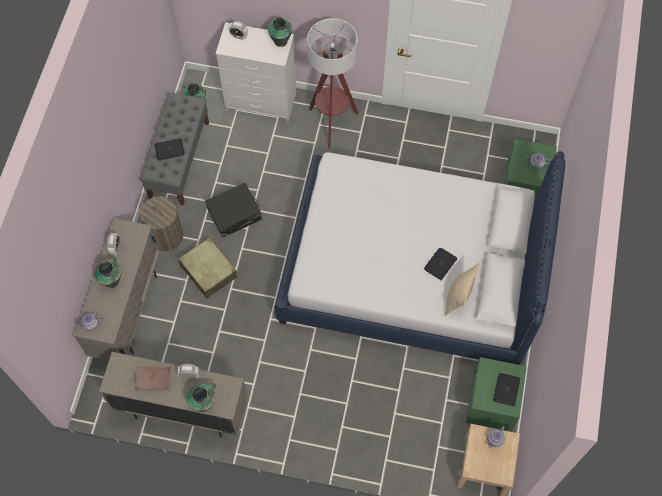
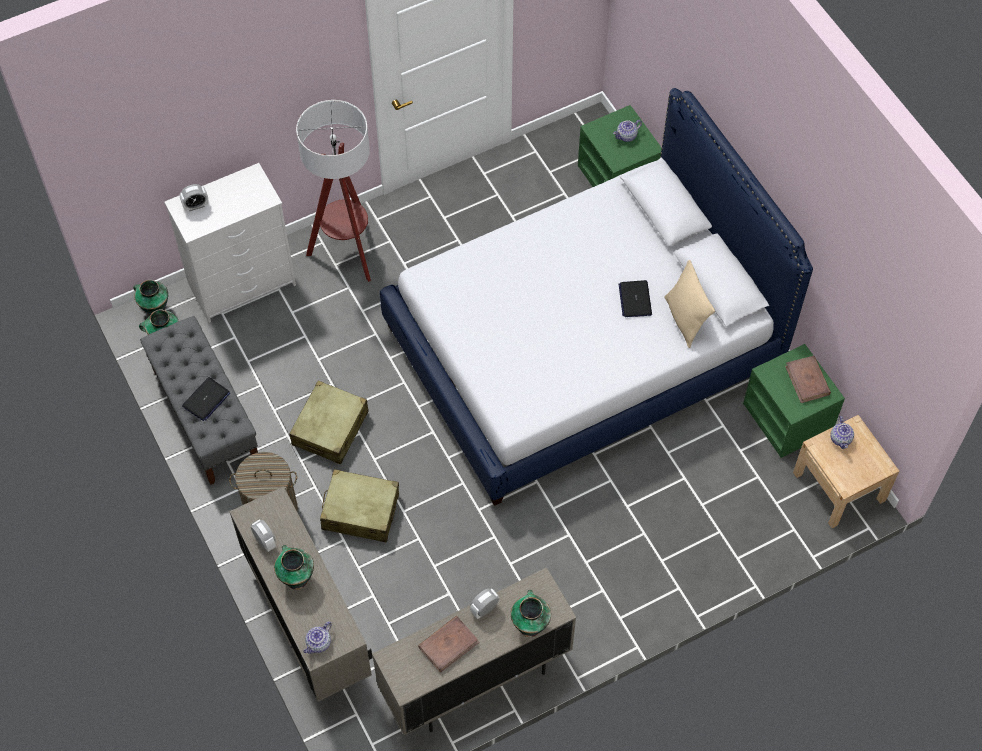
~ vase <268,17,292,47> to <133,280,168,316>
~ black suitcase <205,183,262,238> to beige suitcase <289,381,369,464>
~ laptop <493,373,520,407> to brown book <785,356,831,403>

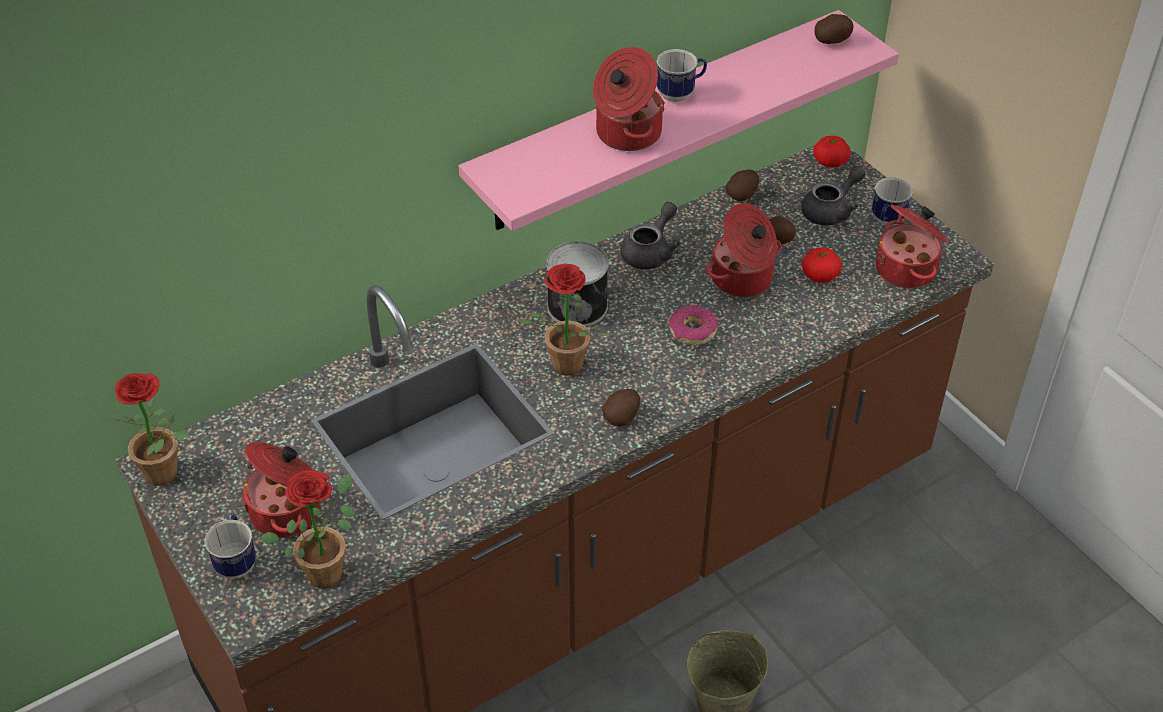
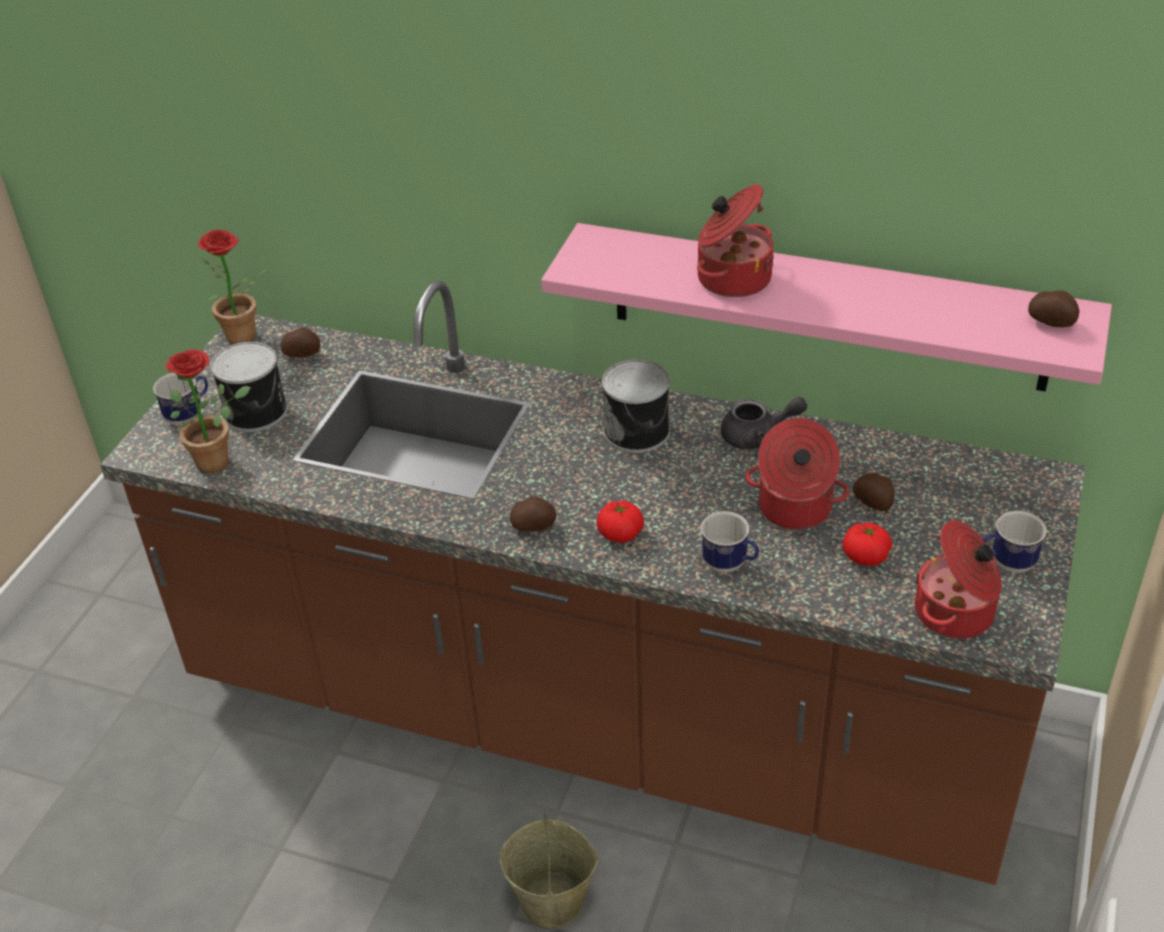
~ mug <657,49,707,102> to <701,511,759,573>
~ tomato <814,136,850,167> to <596,501,644,543>
- grey teapot <801,166,865,226>
~ potato <726,169,759,201> to <280,327,321,357>
- potted plant <518,264,611,376>
- donut <668,305,718,346>
~ cooking pot <241,442,320,538> to can <211,342,288,432>

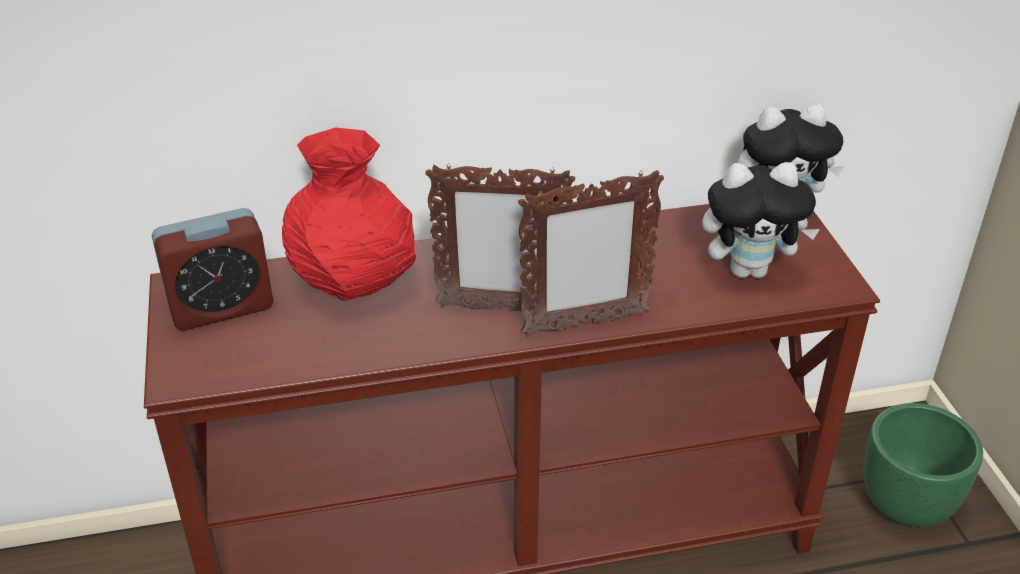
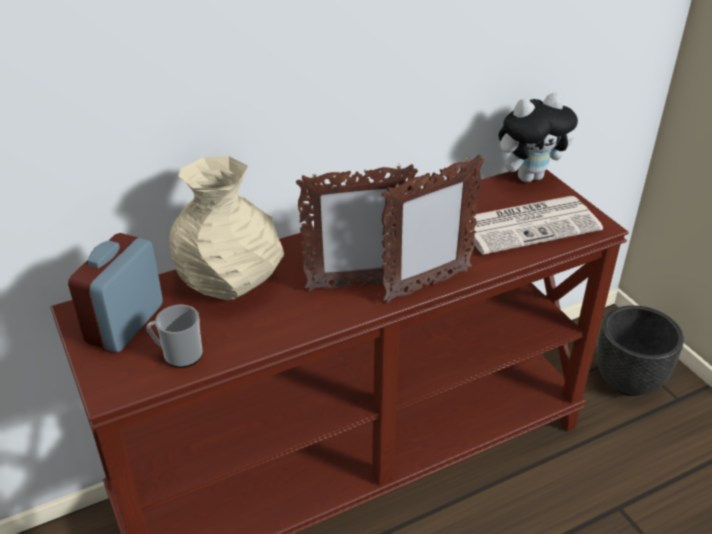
~ red vase <282,128,416,301> to beige vase <169,156,284,300>
~ plush toy <702,162,820,278> to newspaper <470,196,603,255>
~ alarm clock <152,208,273,330> = <68,233,163,352> 150 degrees clockwise
~ green planter <864,403,983,527> to black planter <597,305,684,396>
+ mug <146,305,203,368>

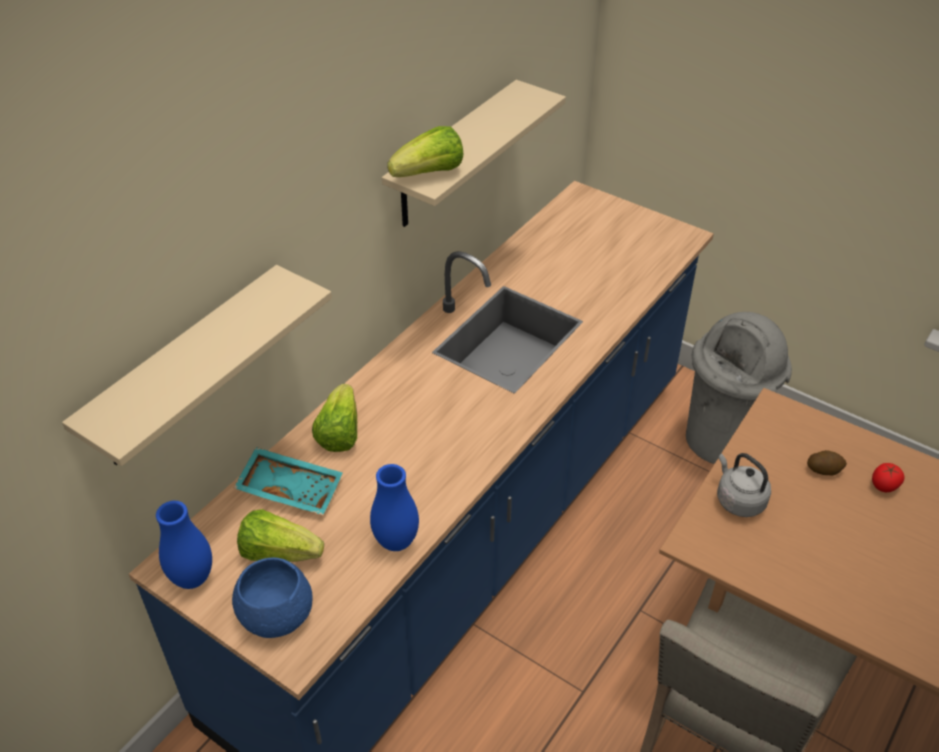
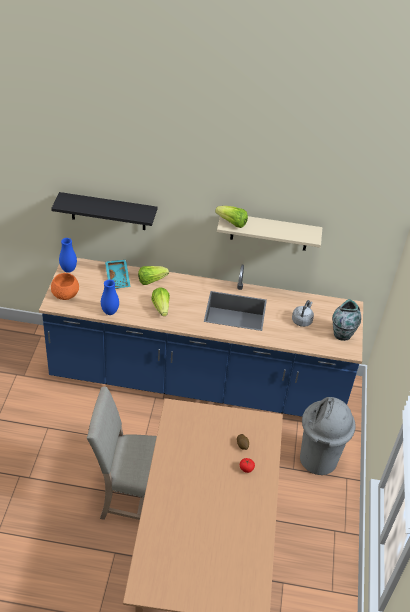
~ beige shelf <62,265,332,466> to black shelf <51,192,157,230>
~ grey kettle <717,453,771,517> to <292,300,314,327>
~ lettuce <237,509,324,562> to <151,287,170,316>
~ blue bowl <232,557,313,638> to orange bowl <51,273,79,300>
+ vase <332,299,361,341>

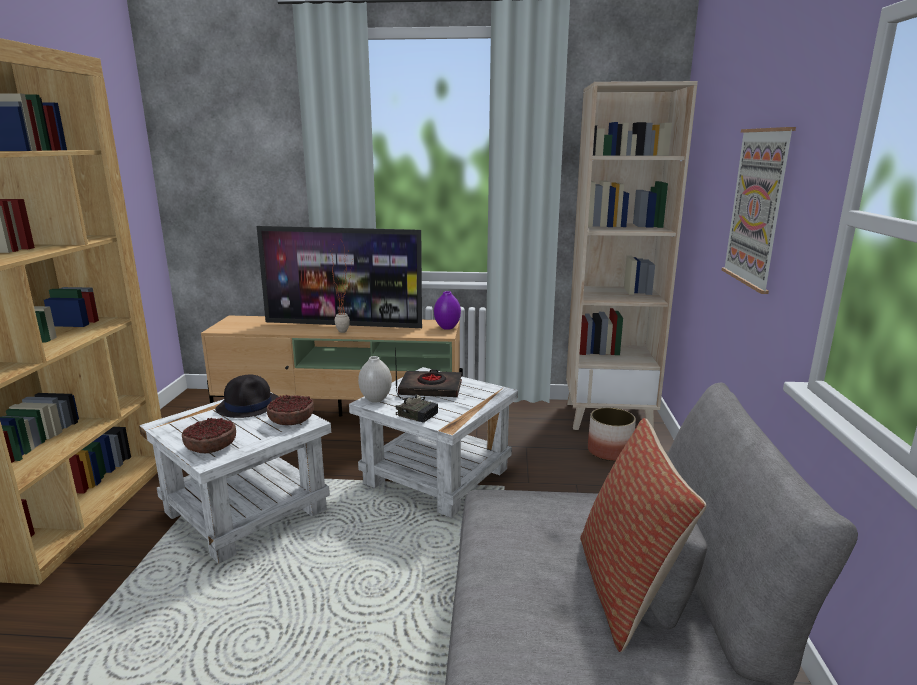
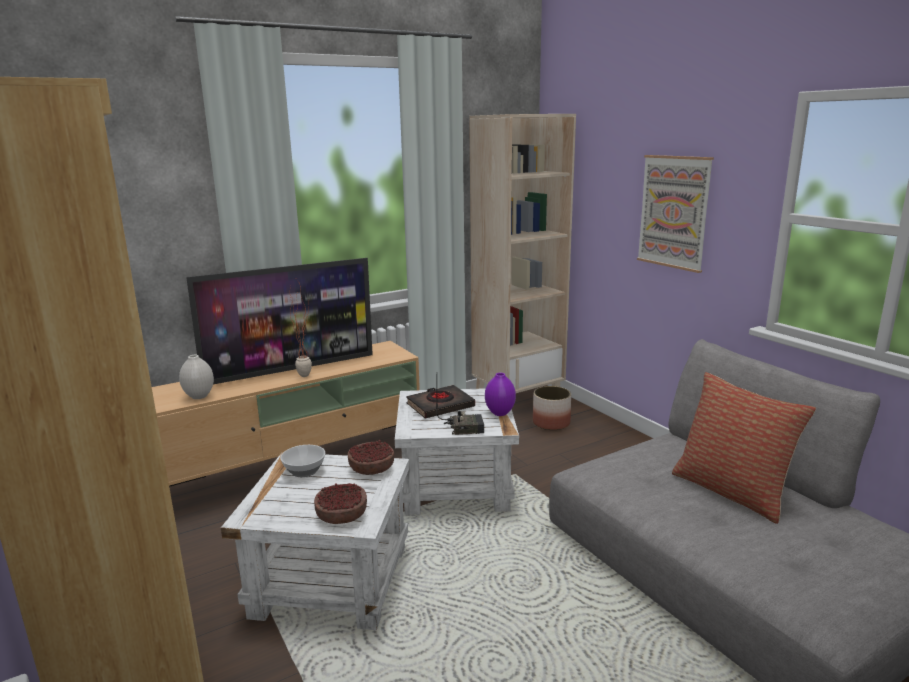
~ purple vase <434,291,461,330> to <485,373,516,416>
~ white vase <358,356,392,403> to <179,355,214,399>
~ black hat <215,375,279,418> to bowl <280,445,325,477>

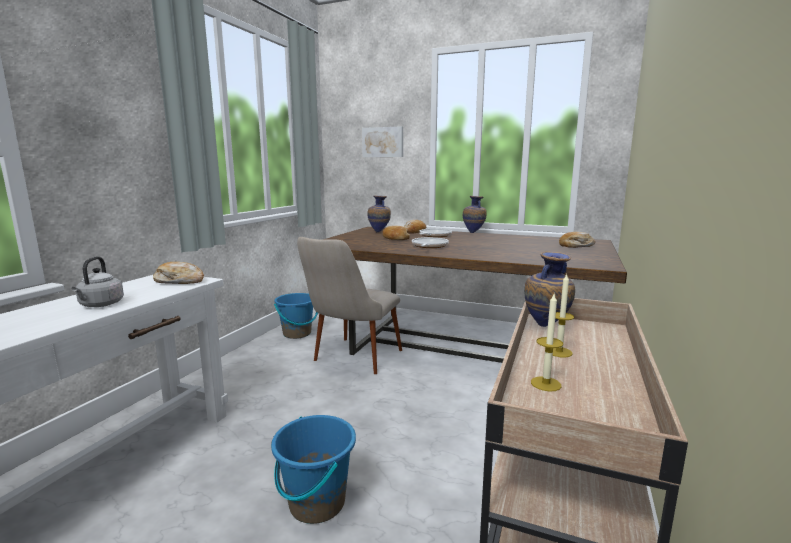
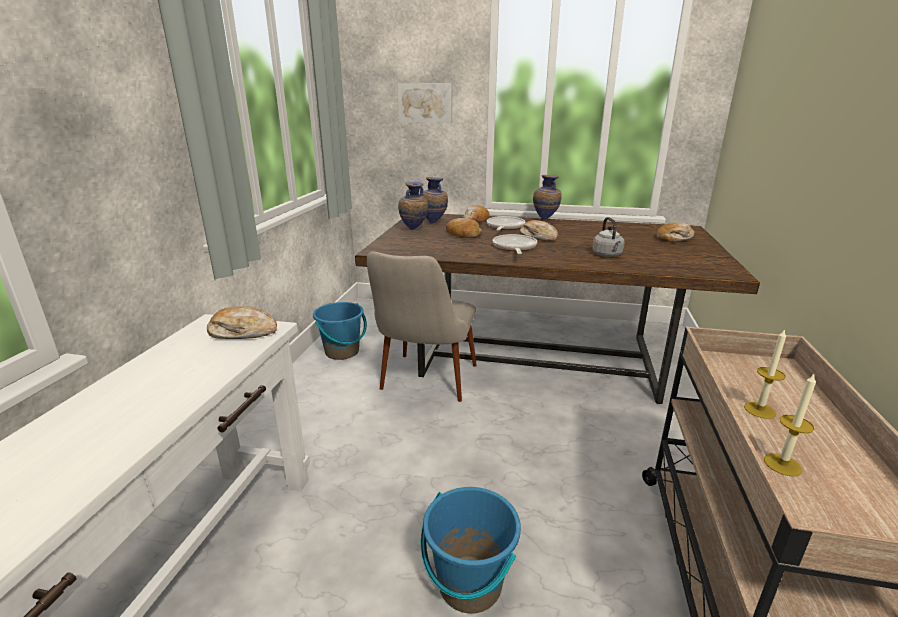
~ vase <524,251,575,327> to <398,181,428,230>
~ grey kettle <71,256,124,307> to <592,217,625,257>
+ bread <520,220,558,241>

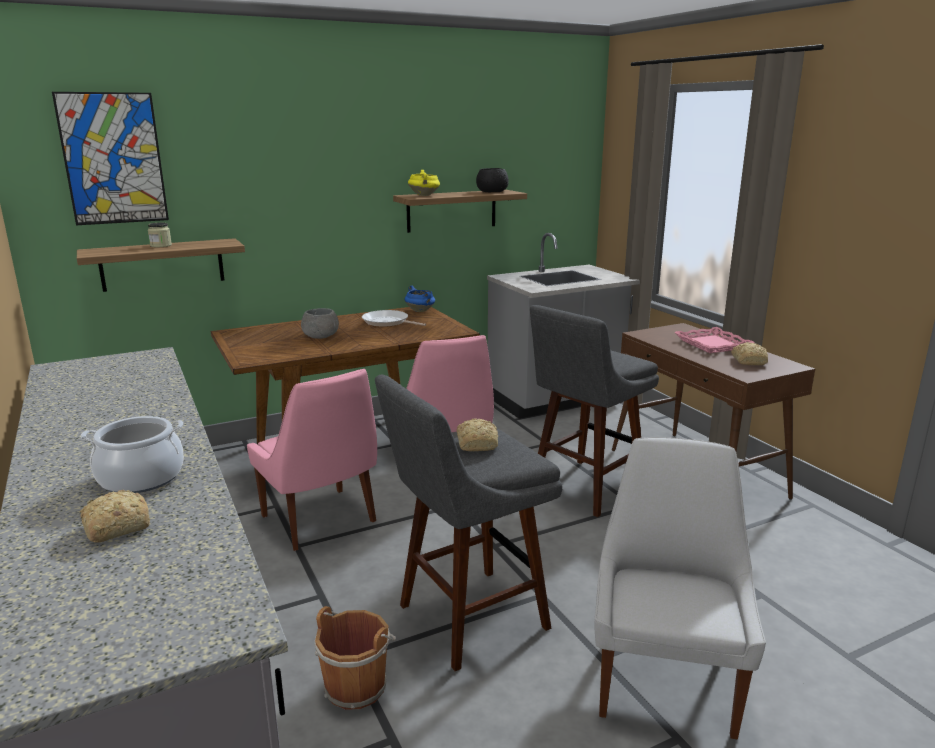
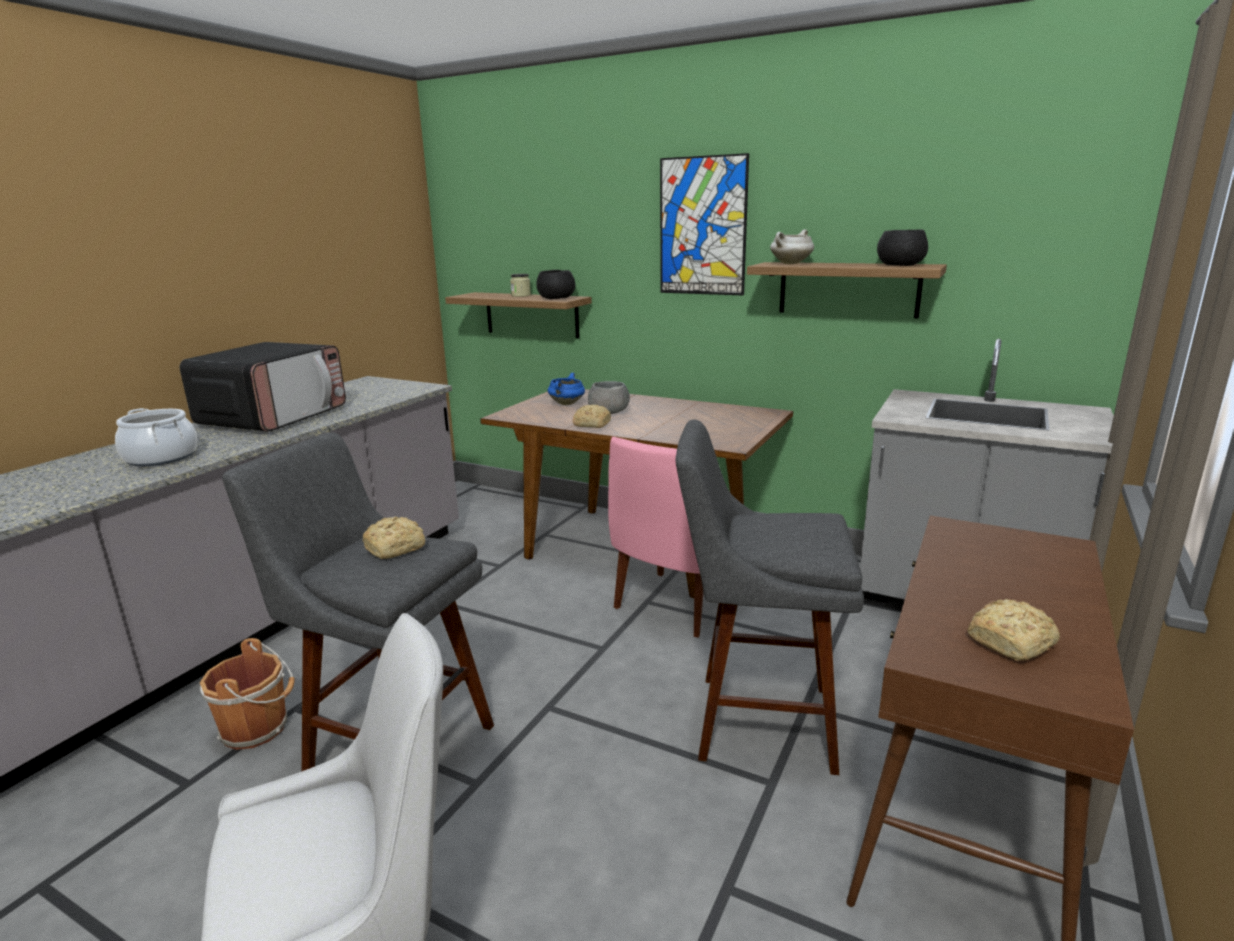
~ picture <52,92,169,225> to <660,153,749,295>
~ yellow cooking pot <408,170,440,196> to white cooking pot <770,230,814,264>
~ blue cooking pot <405,286,435,312> to <548,373,585,405>
- frying pan <362,310,426,327>
- pink tray <674,327,755,353>
- pink chair <247,369,377,551>
~ bread <79,490,150,543> to <573,405,611,428>
+ black bowl <536,270,575,299>
+ microwave <180,342,346,432>

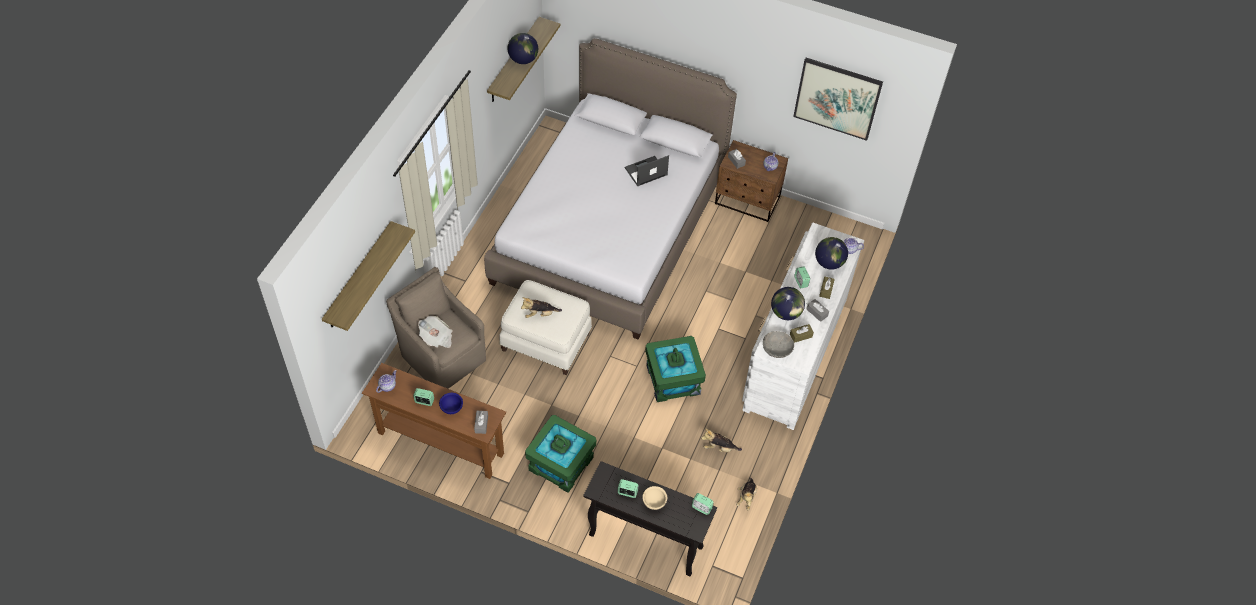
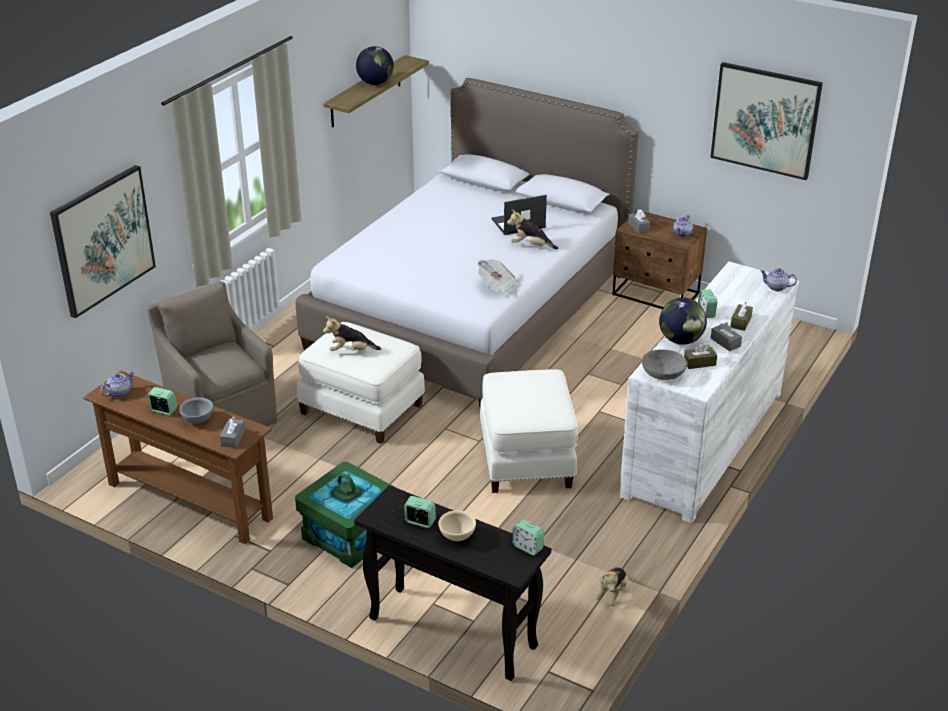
~ shelf <322,221,415,331> to picture <50,165,156,318>
- globe <815,237,848,270>
~ newspaper <418,316,452,348> to <478,259,519,296>
~ green storage box <645,336,706,402> to white ottoman <480,369,578,493>
~ blue bowl <439,393,463,414> to grey bowl <179,397,213,424>
~ plush toy <701,429,742,452> to <507,209,558,250>

